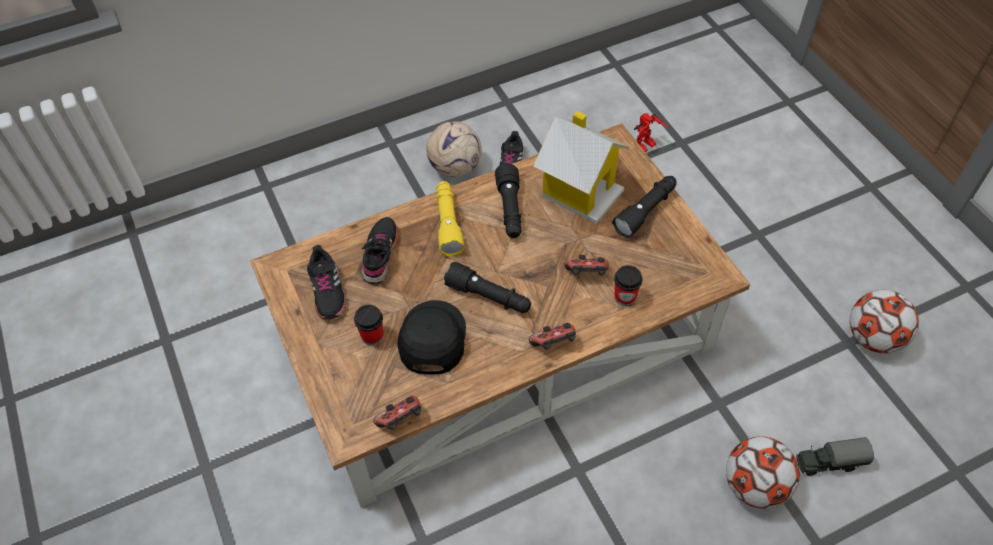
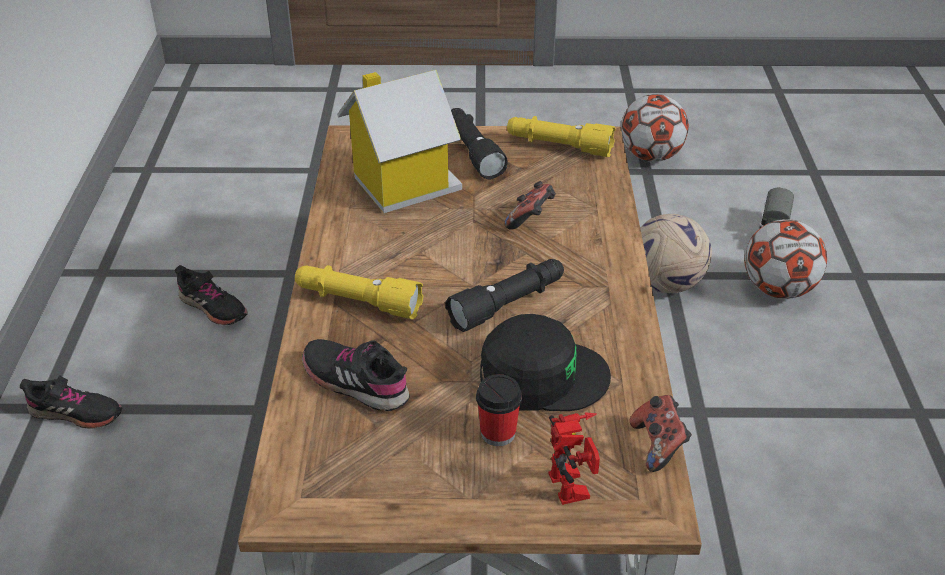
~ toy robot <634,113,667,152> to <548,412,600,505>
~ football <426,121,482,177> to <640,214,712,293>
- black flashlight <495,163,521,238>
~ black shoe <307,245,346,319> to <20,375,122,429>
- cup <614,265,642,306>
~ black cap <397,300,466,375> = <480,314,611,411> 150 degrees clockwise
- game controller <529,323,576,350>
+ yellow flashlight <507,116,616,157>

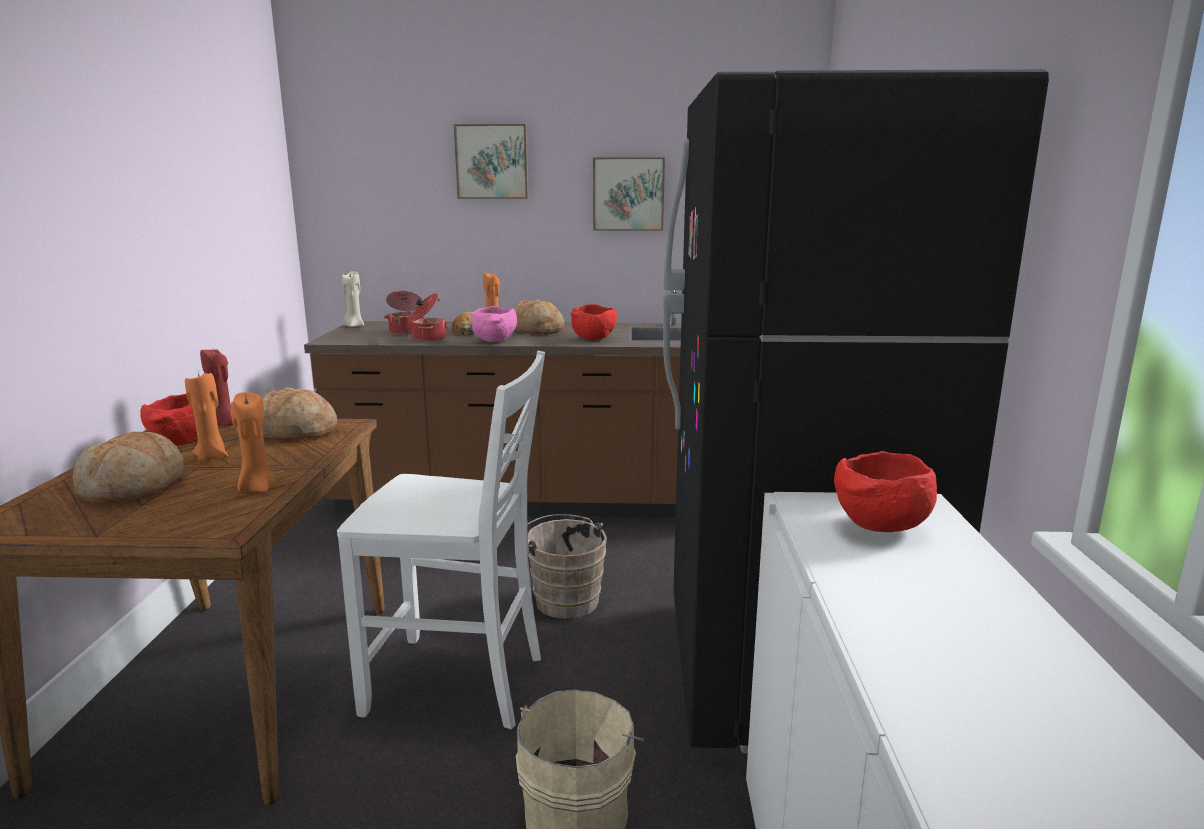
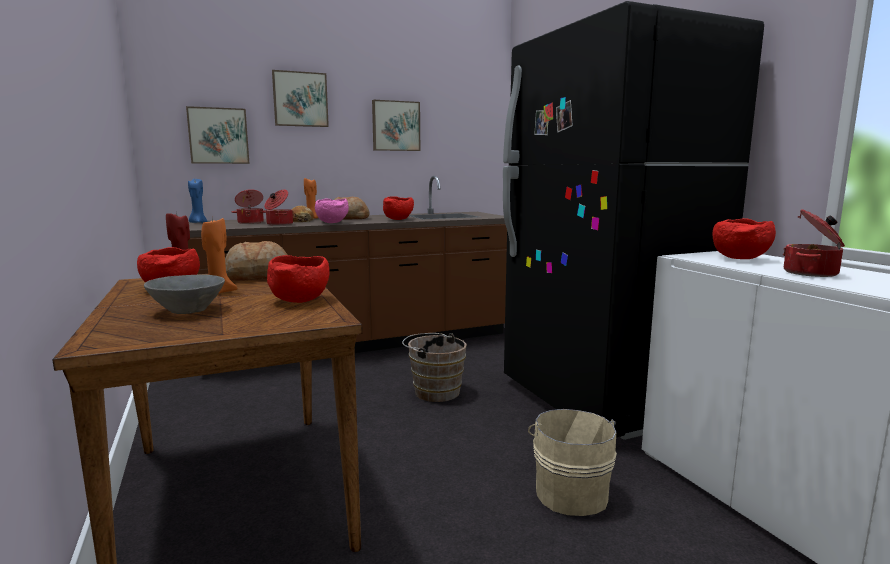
~ beige candle <342,271,364,327> to blue candle <188,179,207,223>
- white chair <337,351,545,729>
~ orange candle <231,392,276,493> to red bowl <267,255,330,303>
~ bread <73,432,183,503> to grey bowl <144,274,225,314>
+ picture <186,106,249,164>
+ cooking pot <783,209,845,277>

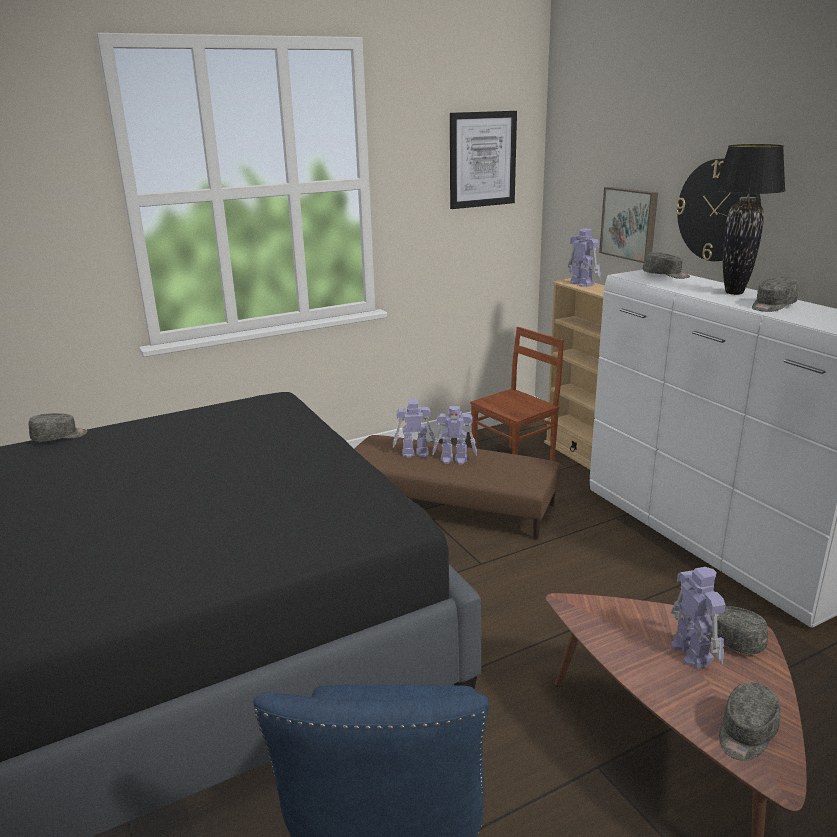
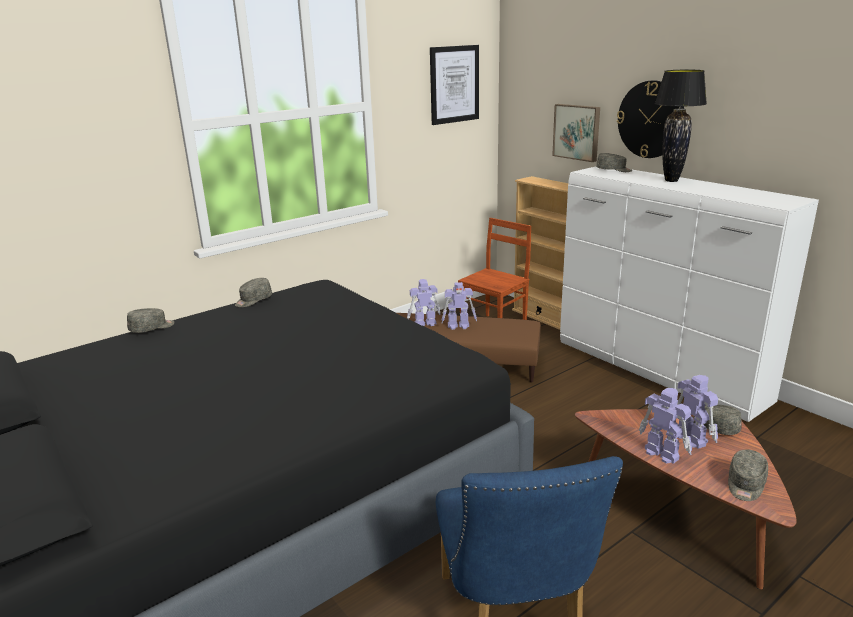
~ toy robot <568,229,601,287> to <639,388,692,464>
~ grey cap <752,277,798,312> to <235,278,272,307>

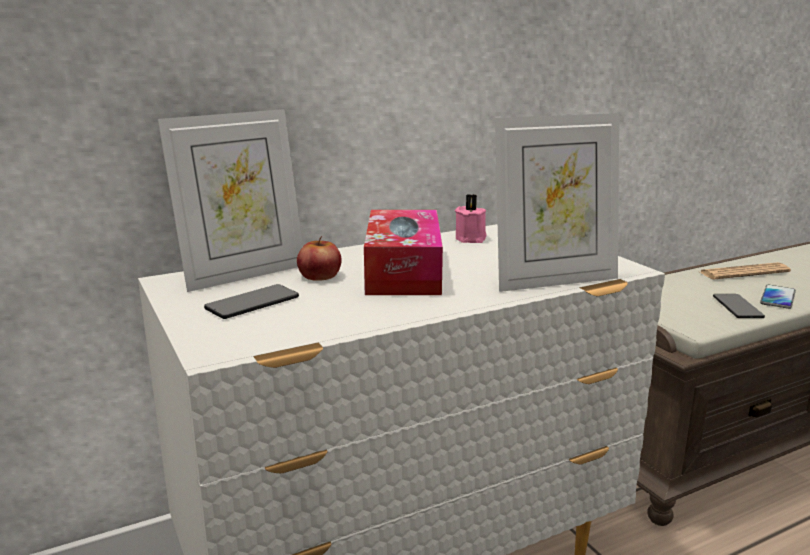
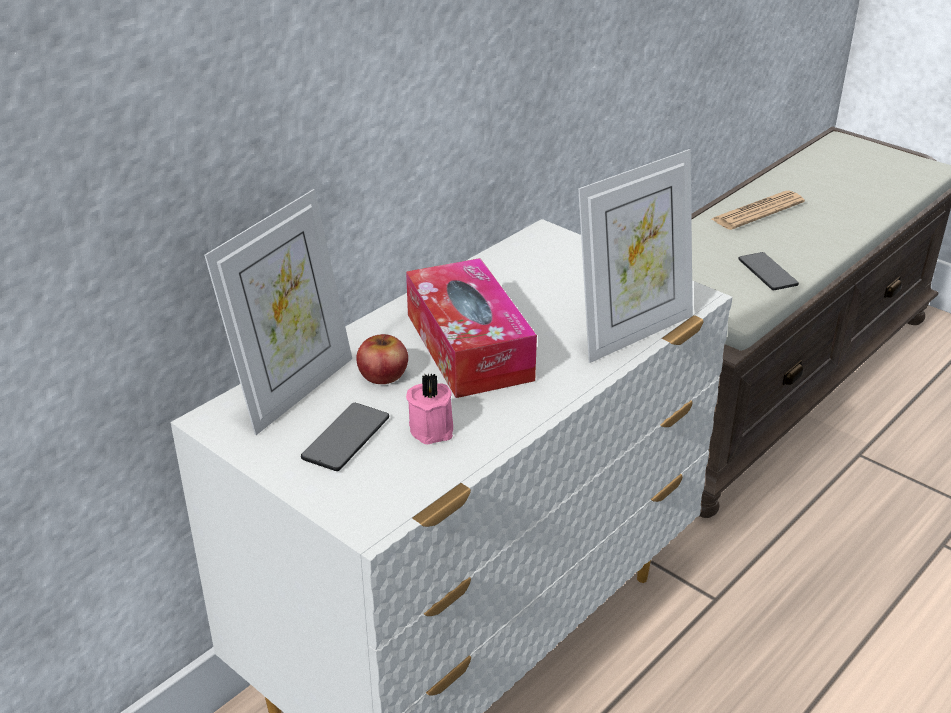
~ pink candle <455,194,487,243> to <406,373,453,444>
- phone <760,285,796,309>

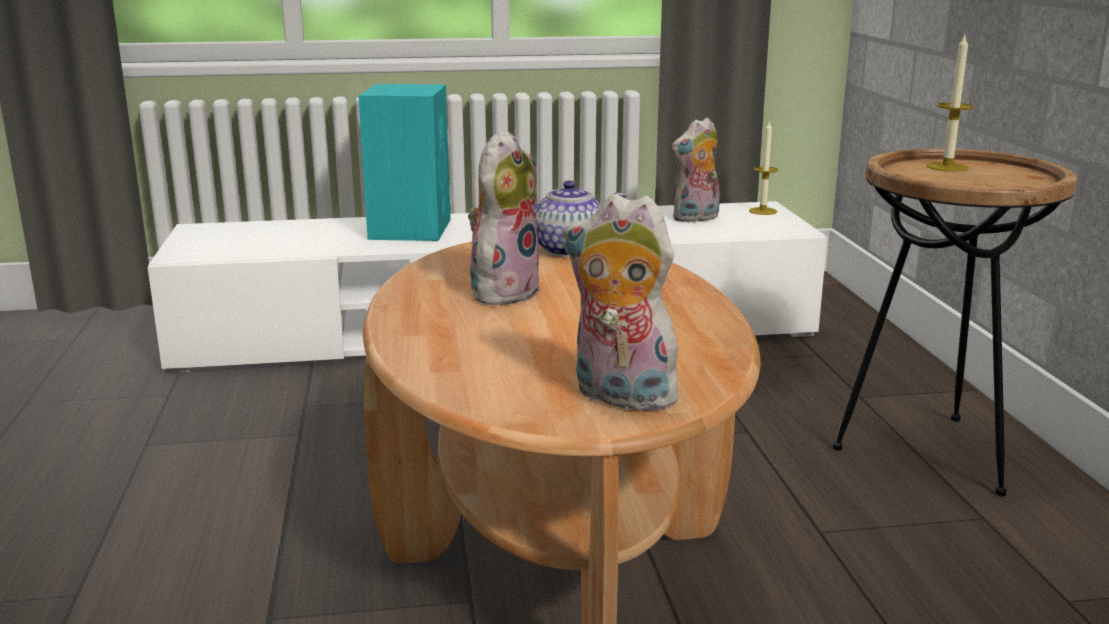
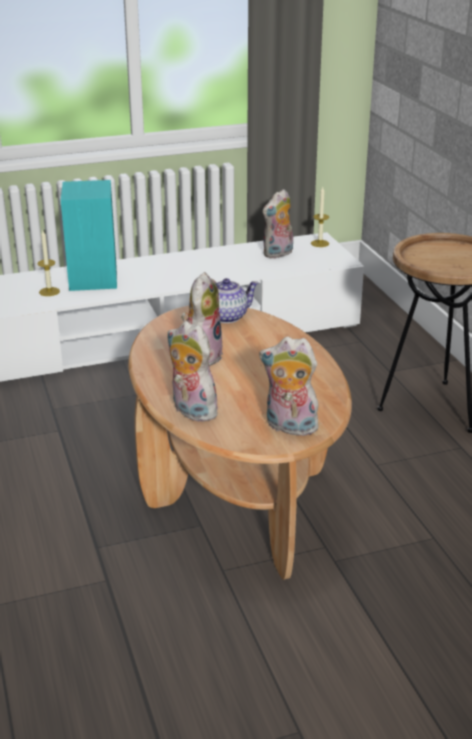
~ candle <926,35,974,172> to <37,231,60,296>
+ plush toy <167,321,219,422>

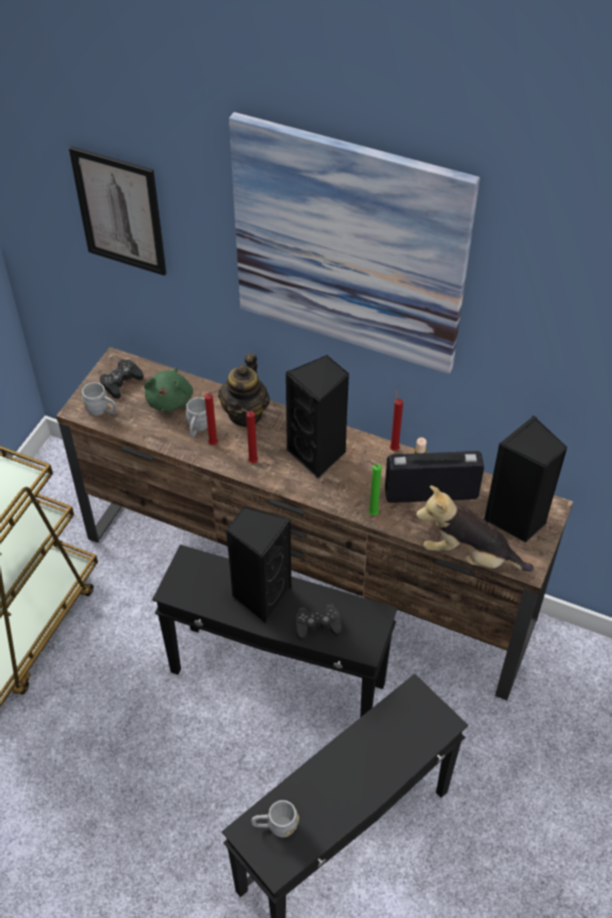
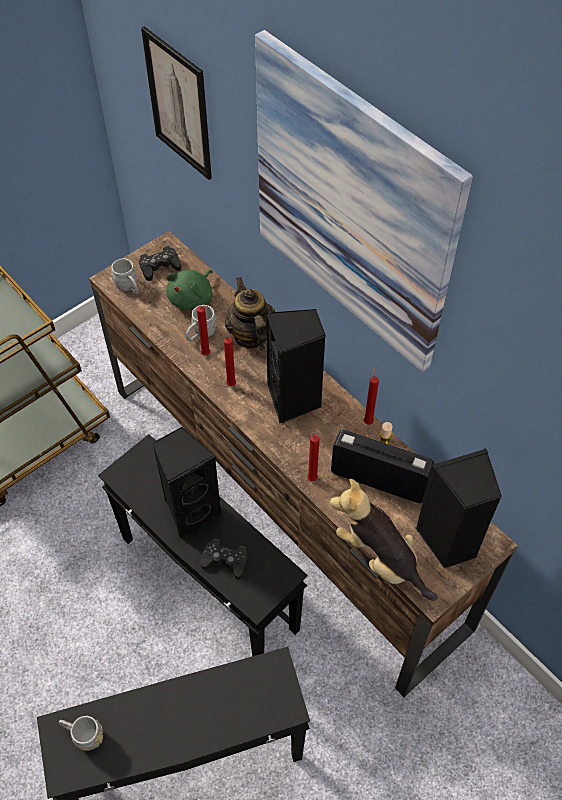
~ teapot <218,353,270,427> = <225,277,275,351> 120 degrees clockwise
~ green candle <369,461,382,516> to red candle <306,429,320,481>

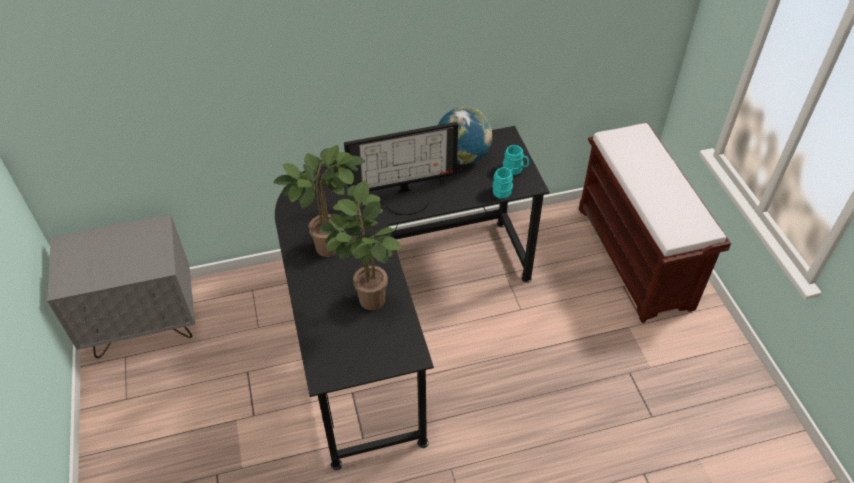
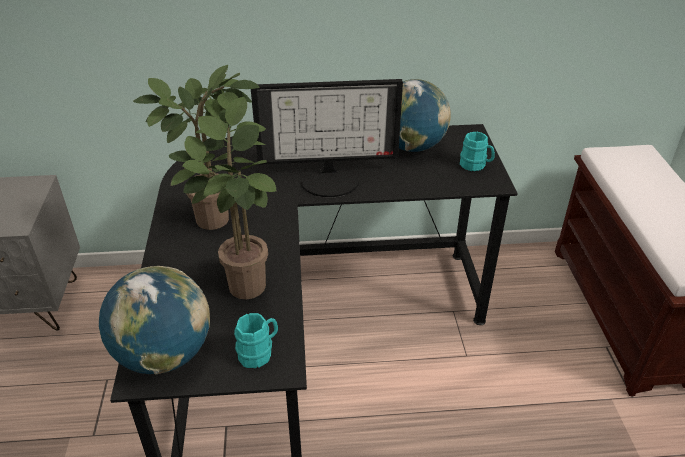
~ turquoise mug <492,167,513,199> to <234,313,278,368>
+ globe <99,266,210,375>

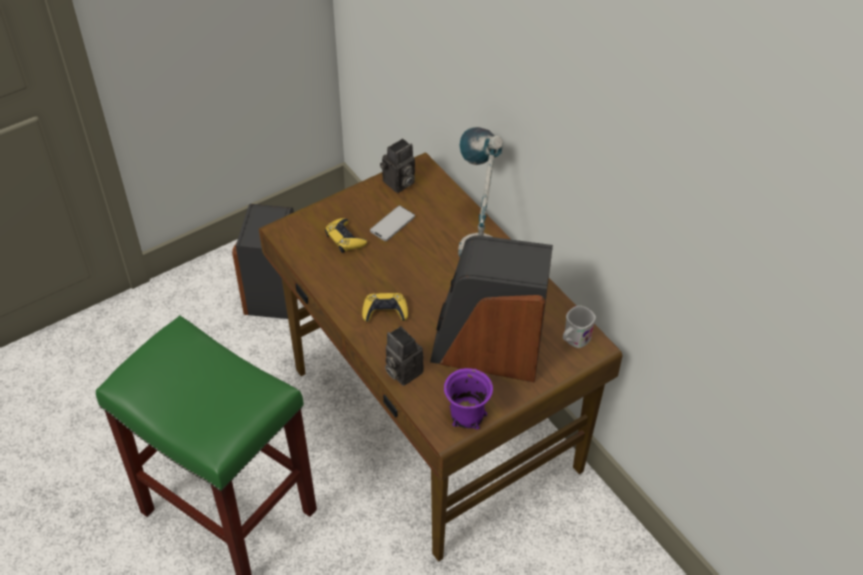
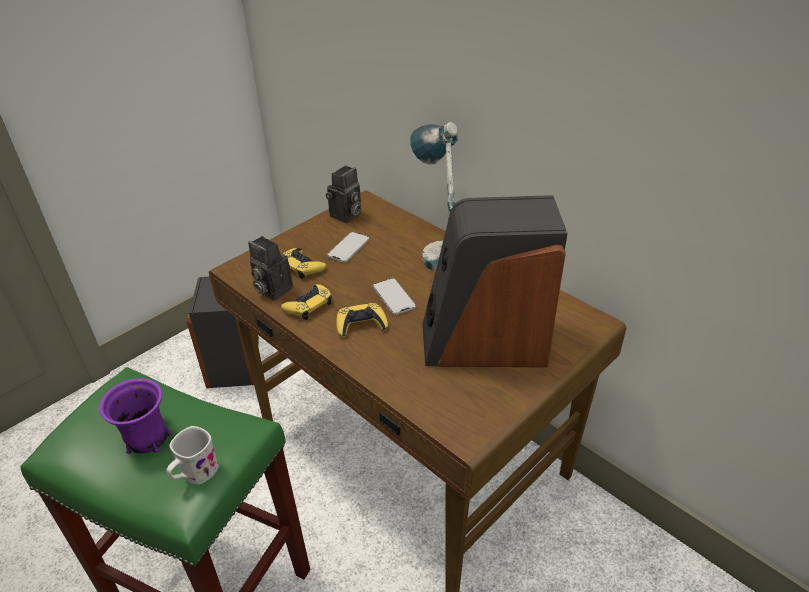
~ white mug <563,305,596,348> to <167,426,219,485>
~ photo camera <385,326,424,386> to <248,236,293,301>
~ purple mug <444,368,493,430> to <99,378,172,454>
+ phone <373,278,416,315>
+ yellow game controller <281,284,332,320>

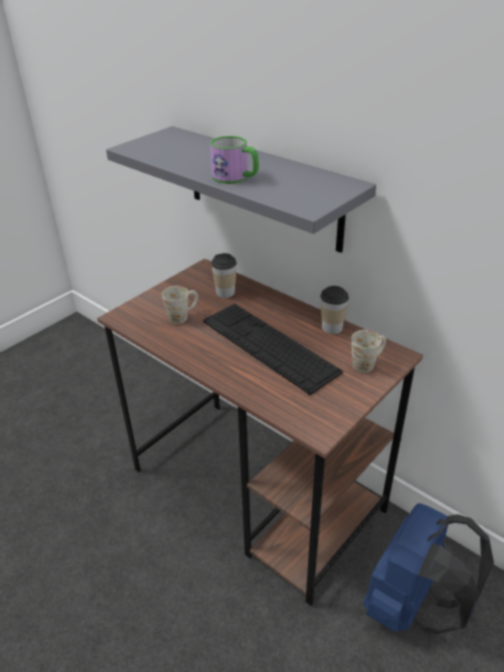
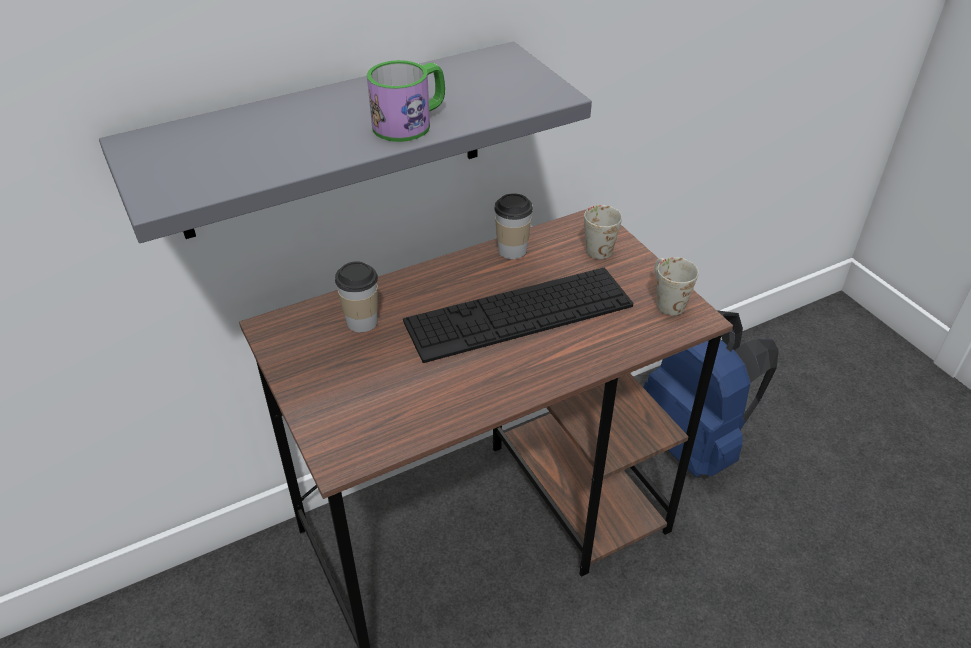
~ white mug <162,286,198,324> to <654,257,699,315>

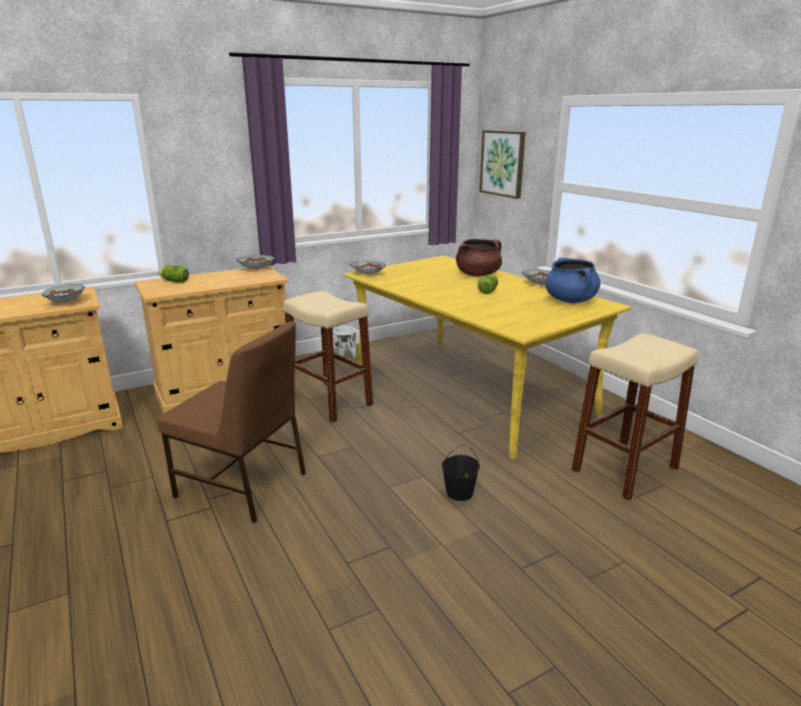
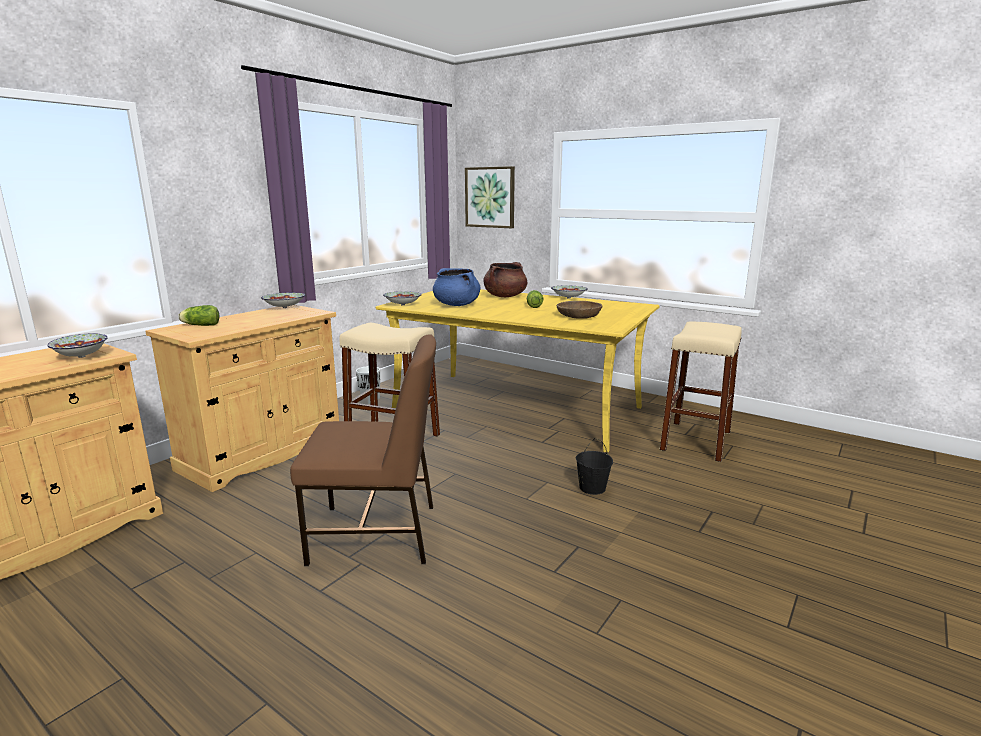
~ blue cooking pot <545,258,600,303> to <433,268,480,306>
+ brown bowl <557,301,603,319>

